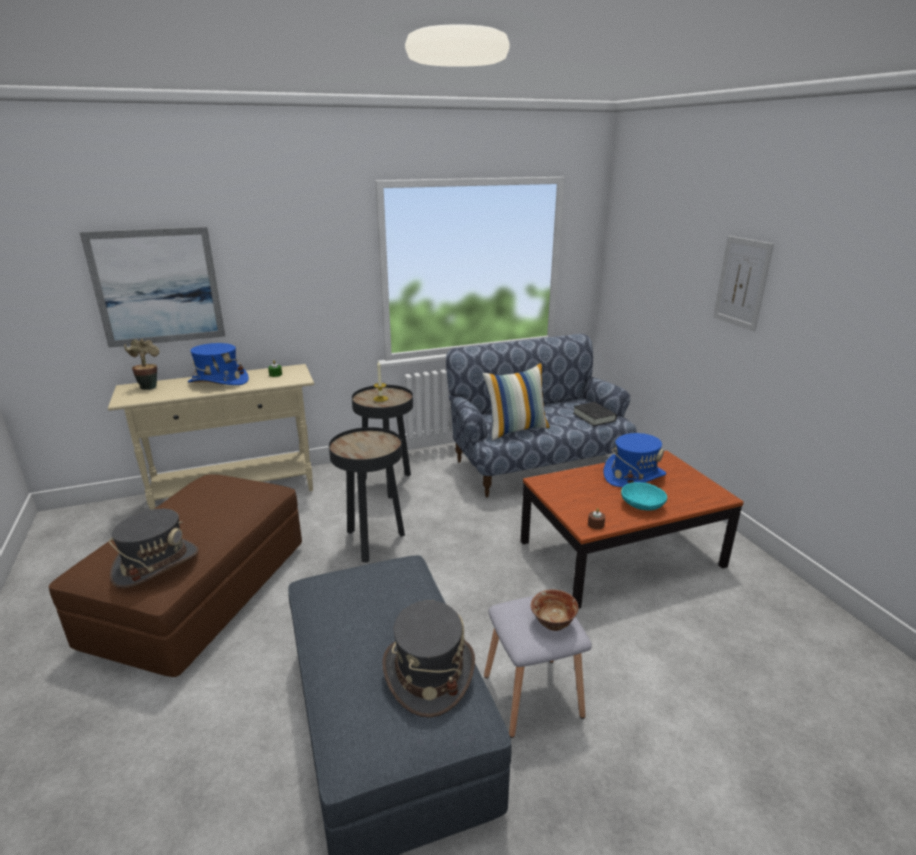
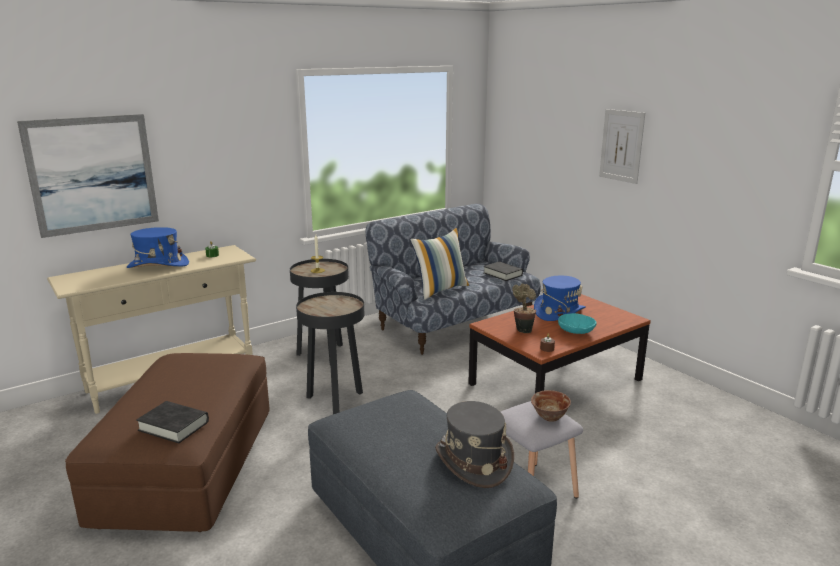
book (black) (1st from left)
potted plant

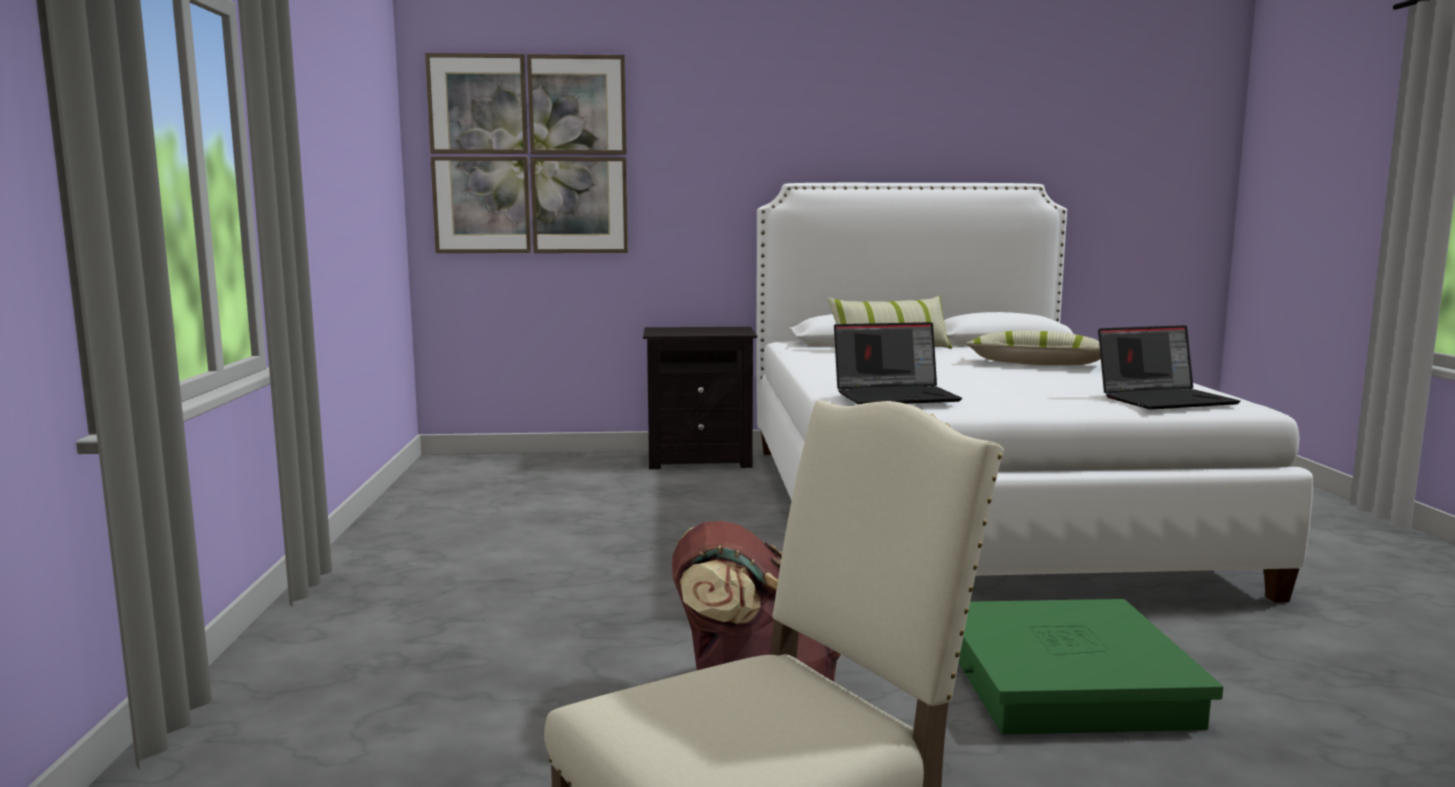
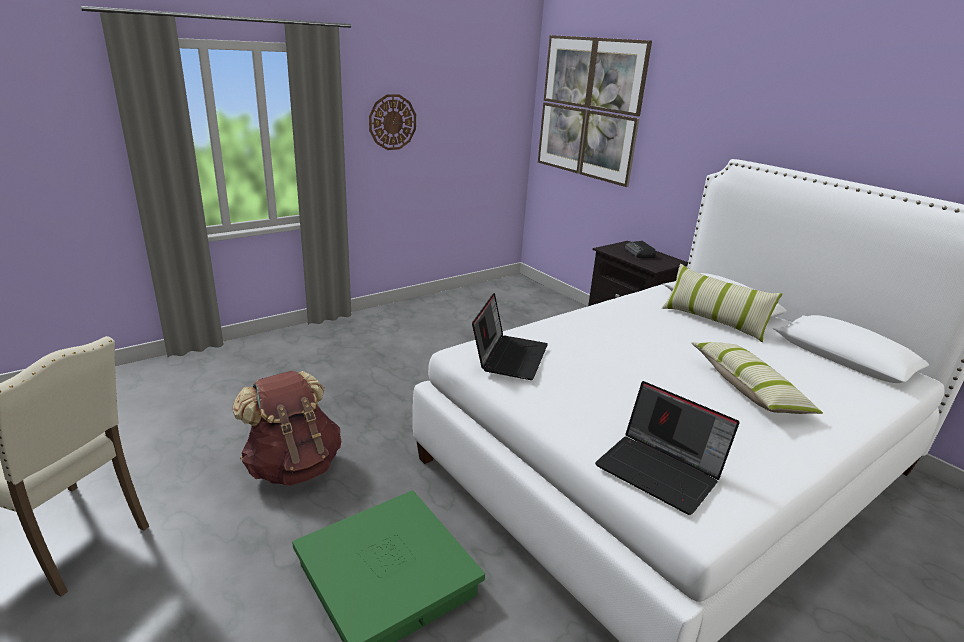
wall clock
laptop (1st from left)
radio

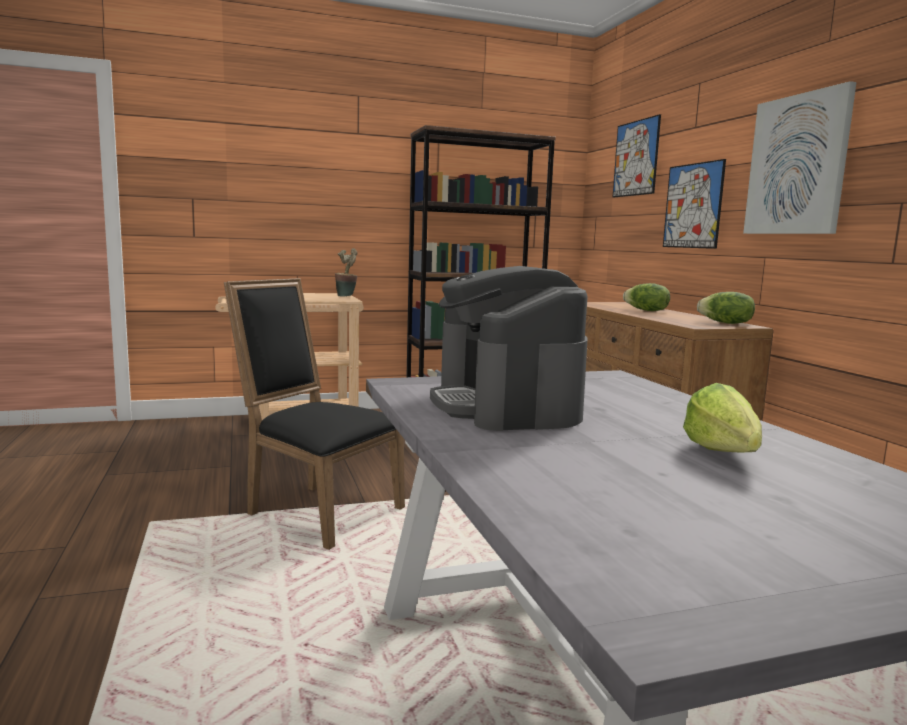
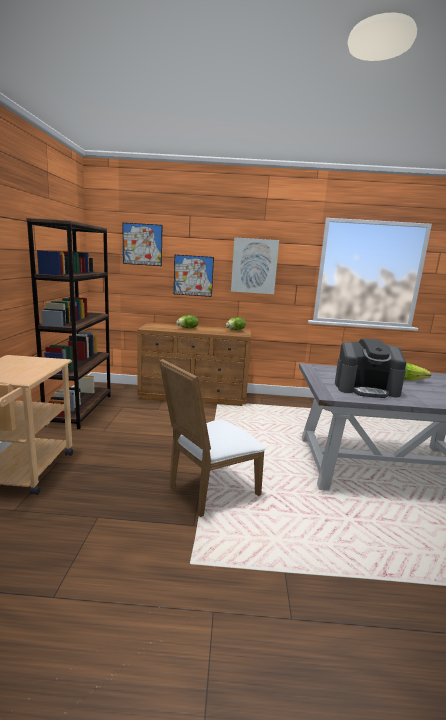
chair (white)
potted plant

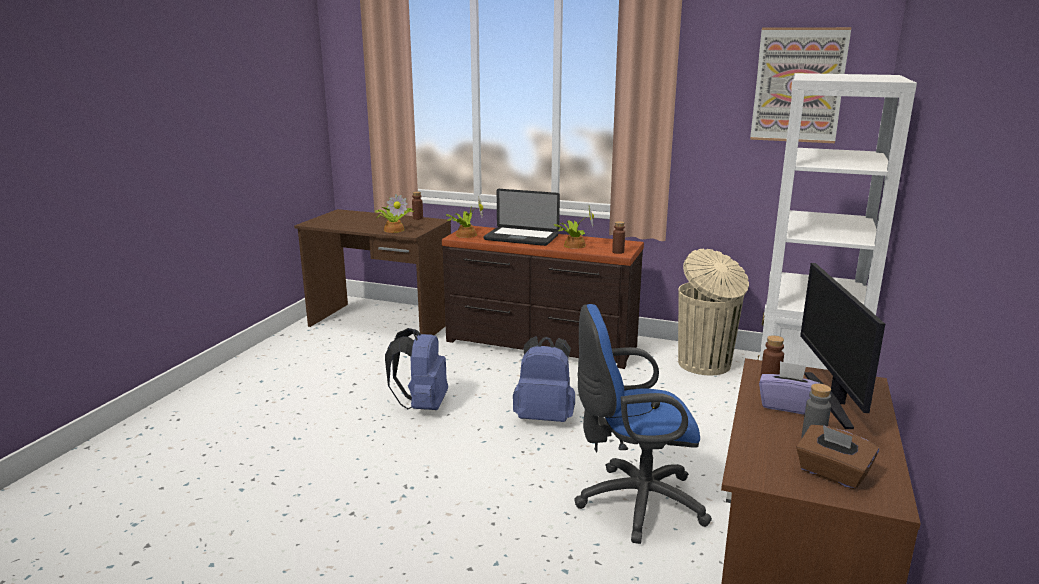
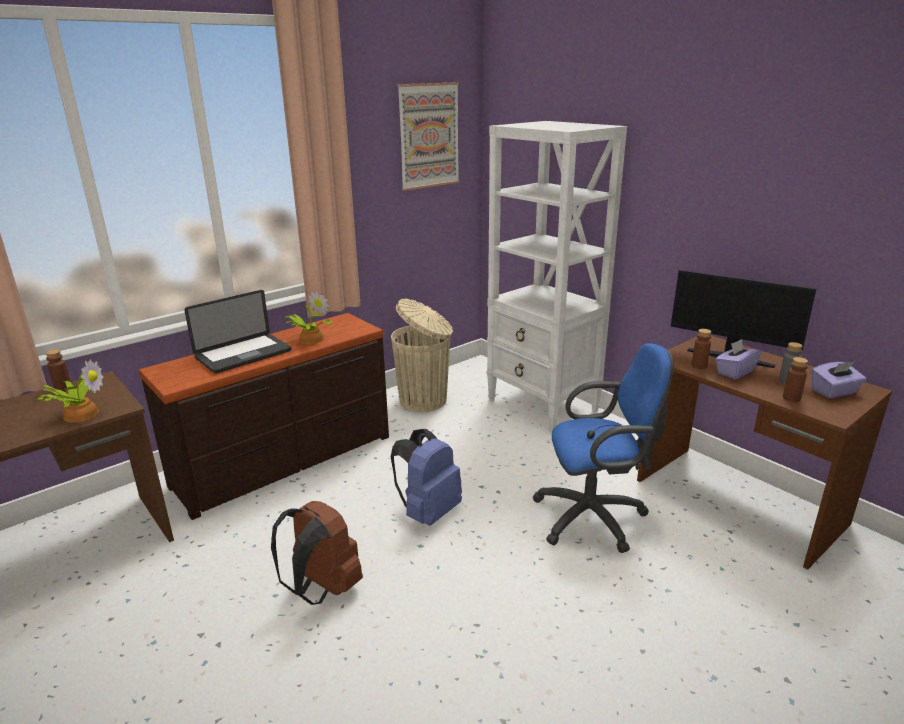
backpack (brown)
office chair (blue)
bottle (brown) (3rd from left)
tissue box (purple) (2nd from left)
potted plant (2nd from left in the first image)

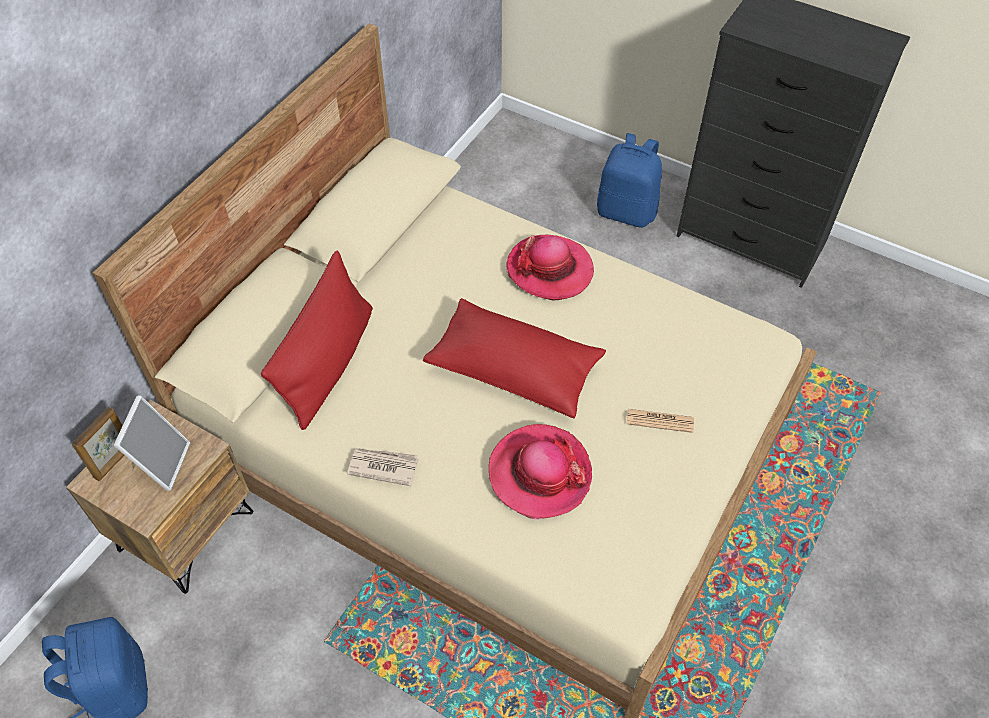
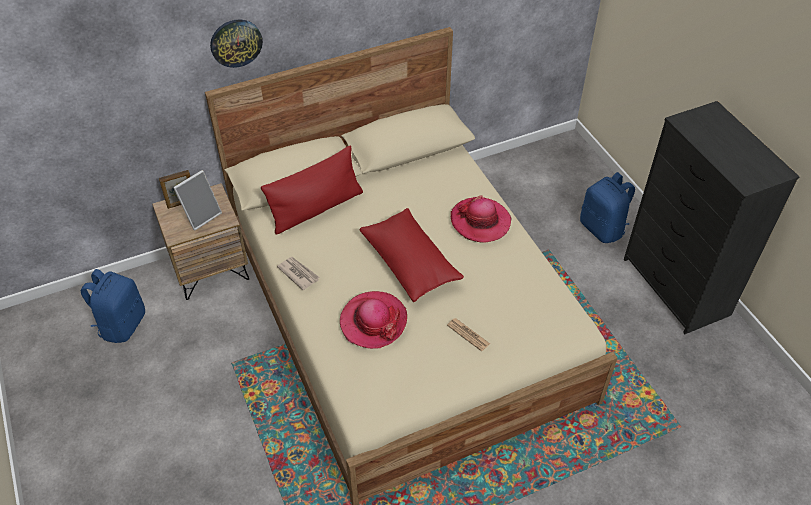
wall clock

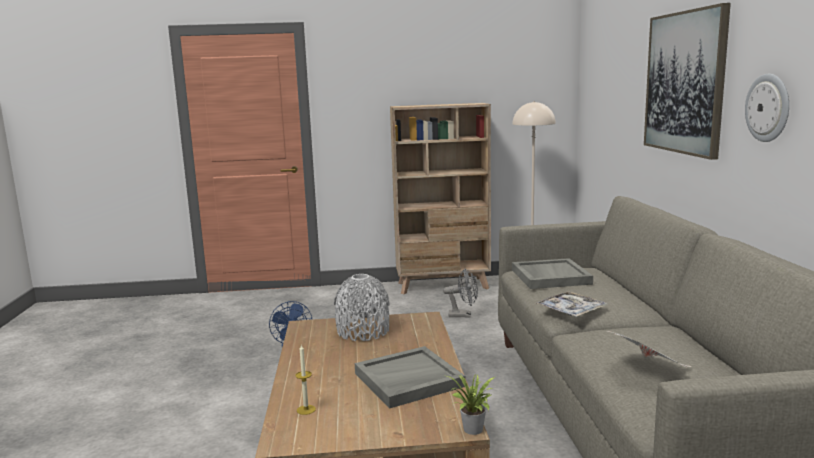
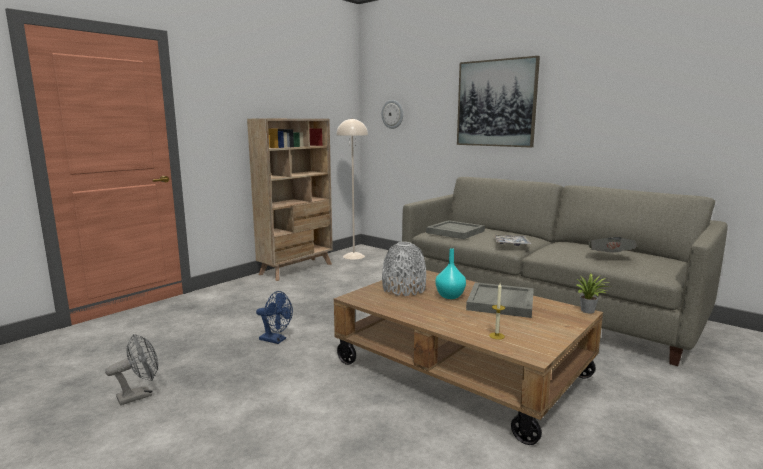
fan (grey)
wall clock
vase (turquoise)

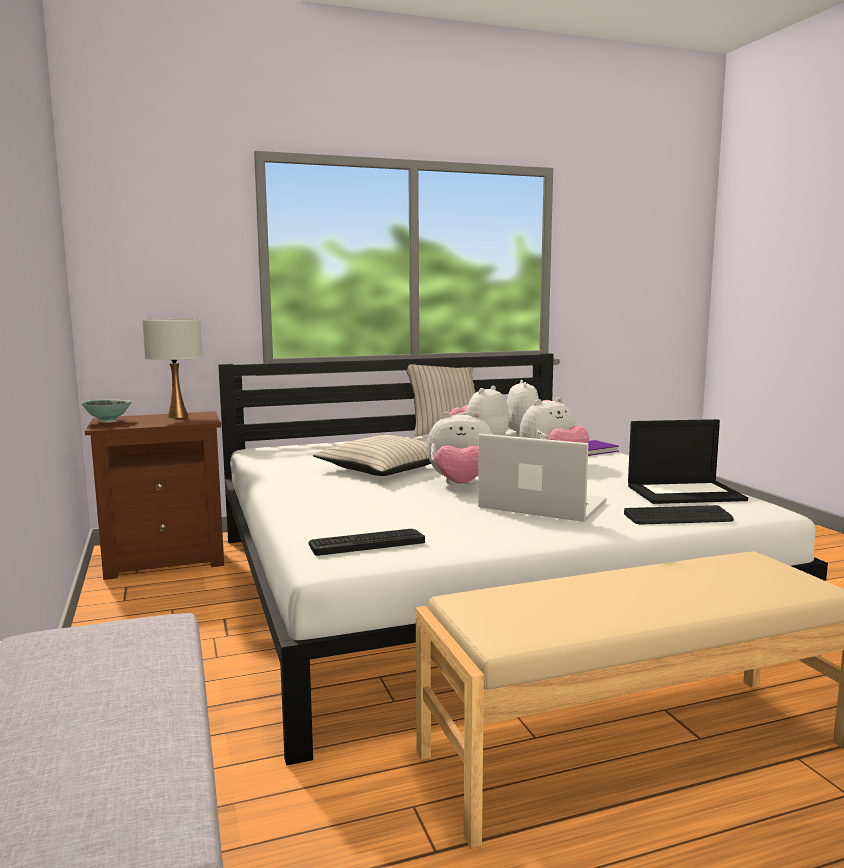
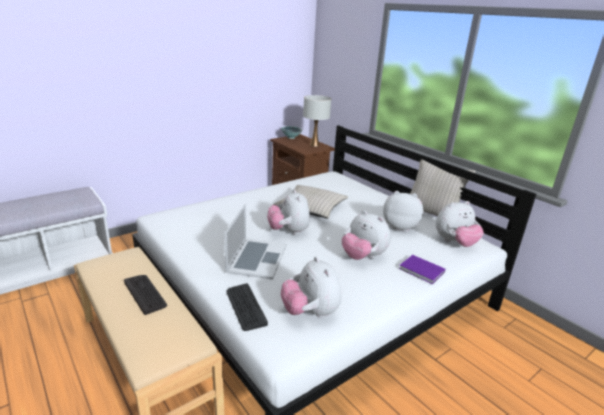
keyboard (1st from left)
plush toy (2nd from left)

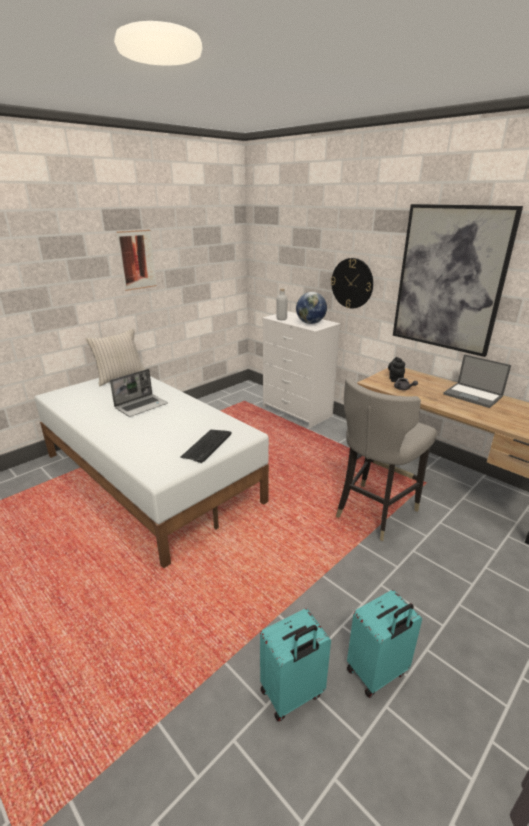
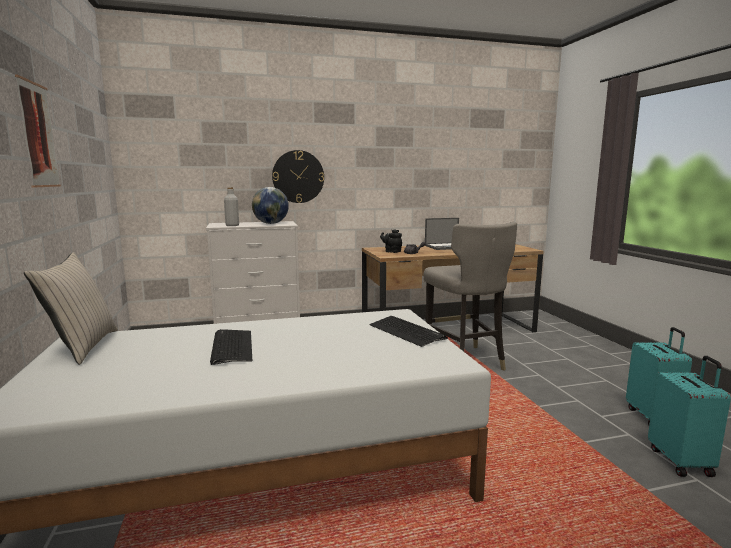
keyboard (1st from left)
picture (2nd from left in the first image)

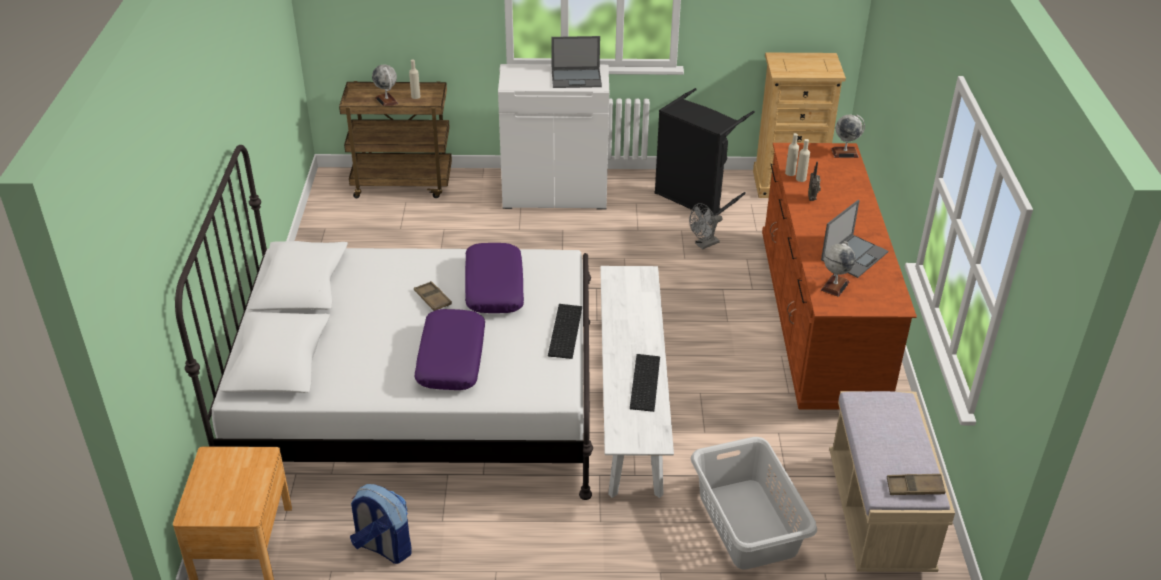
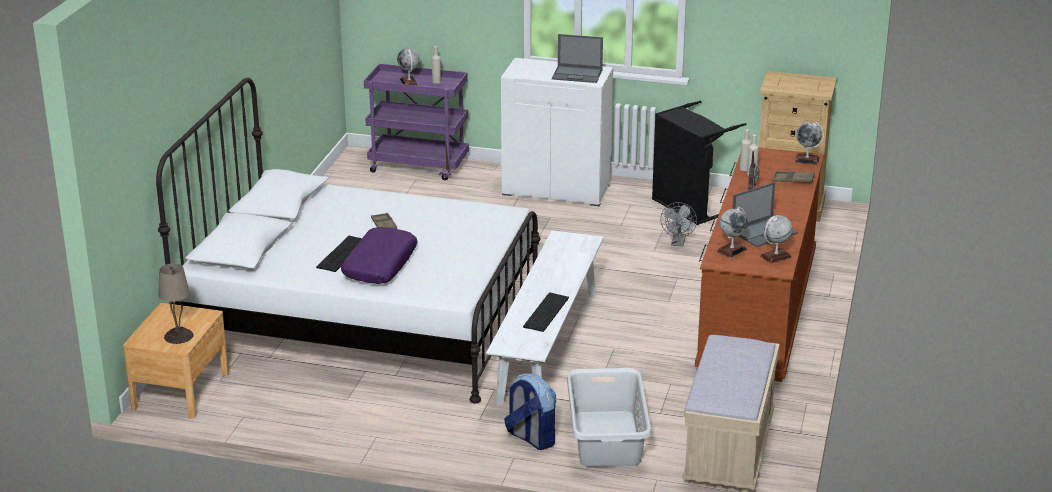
table lamp (beige)
keyboard (1st from left)
cart (purple)
backpack
fan (grey)
globe (3rd from left)
tray (brown) (2nd from left)
pillow (purple) (2nd from left in the first image)

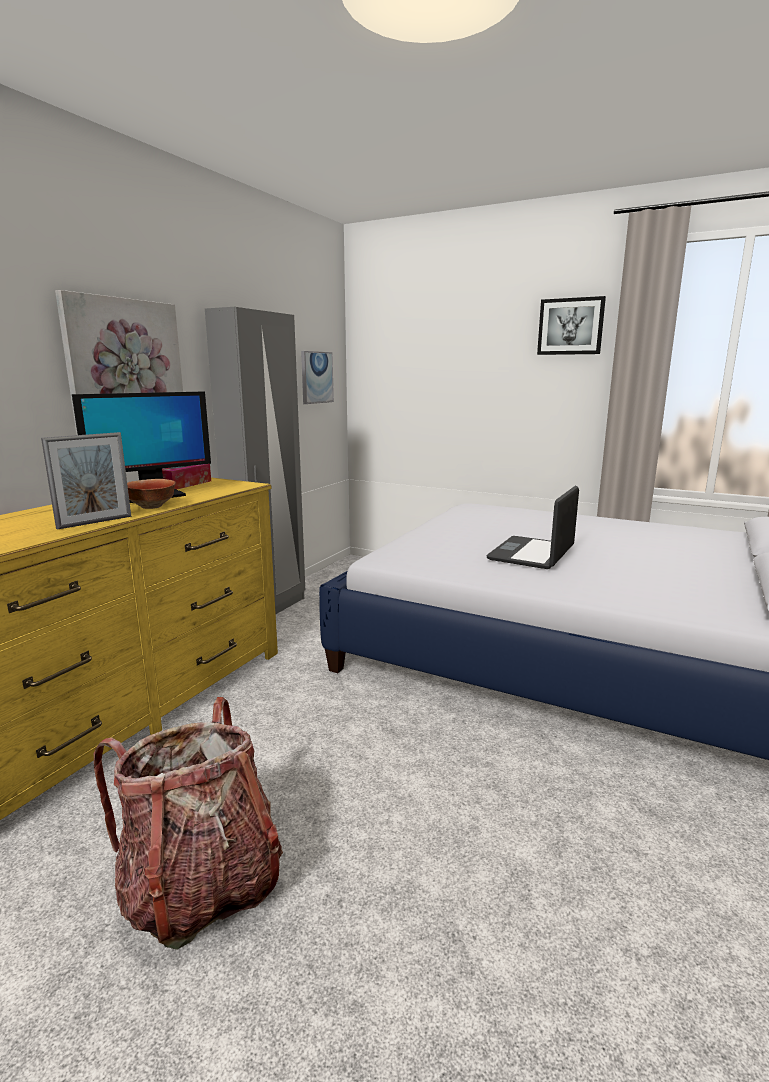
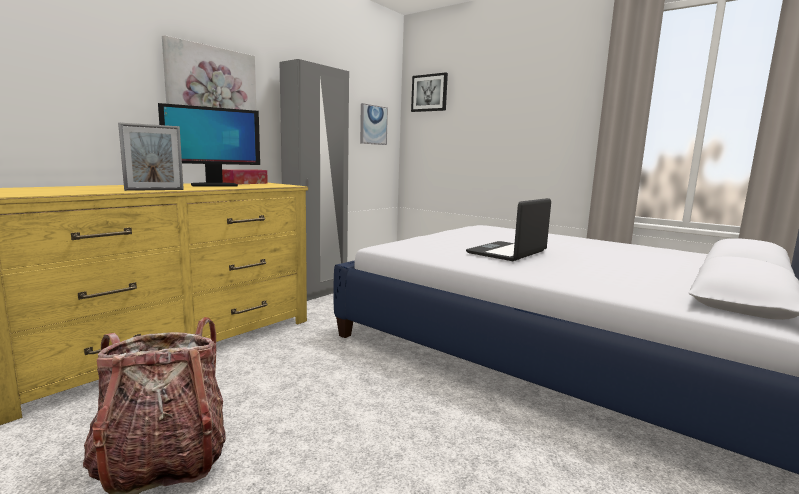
picture (3rd from left)
bowl

